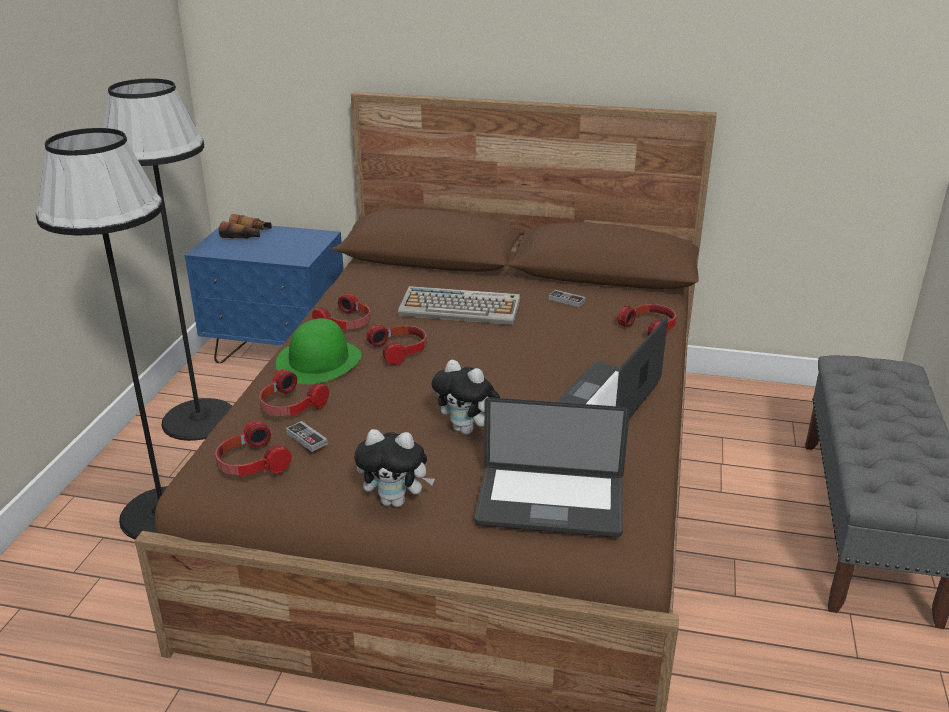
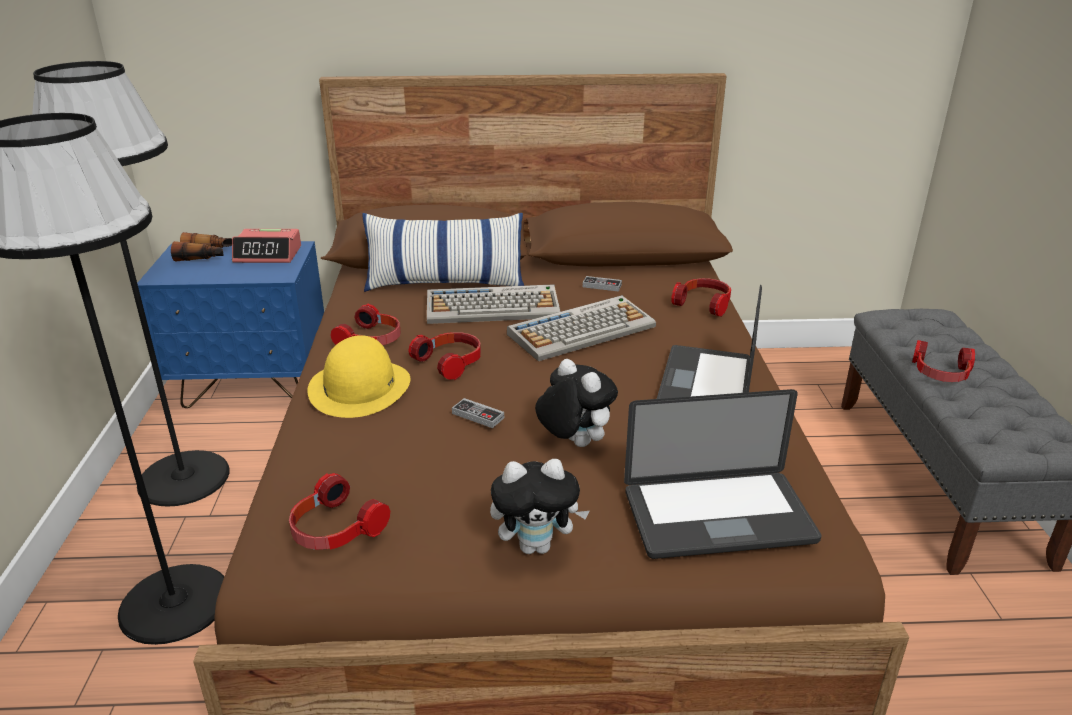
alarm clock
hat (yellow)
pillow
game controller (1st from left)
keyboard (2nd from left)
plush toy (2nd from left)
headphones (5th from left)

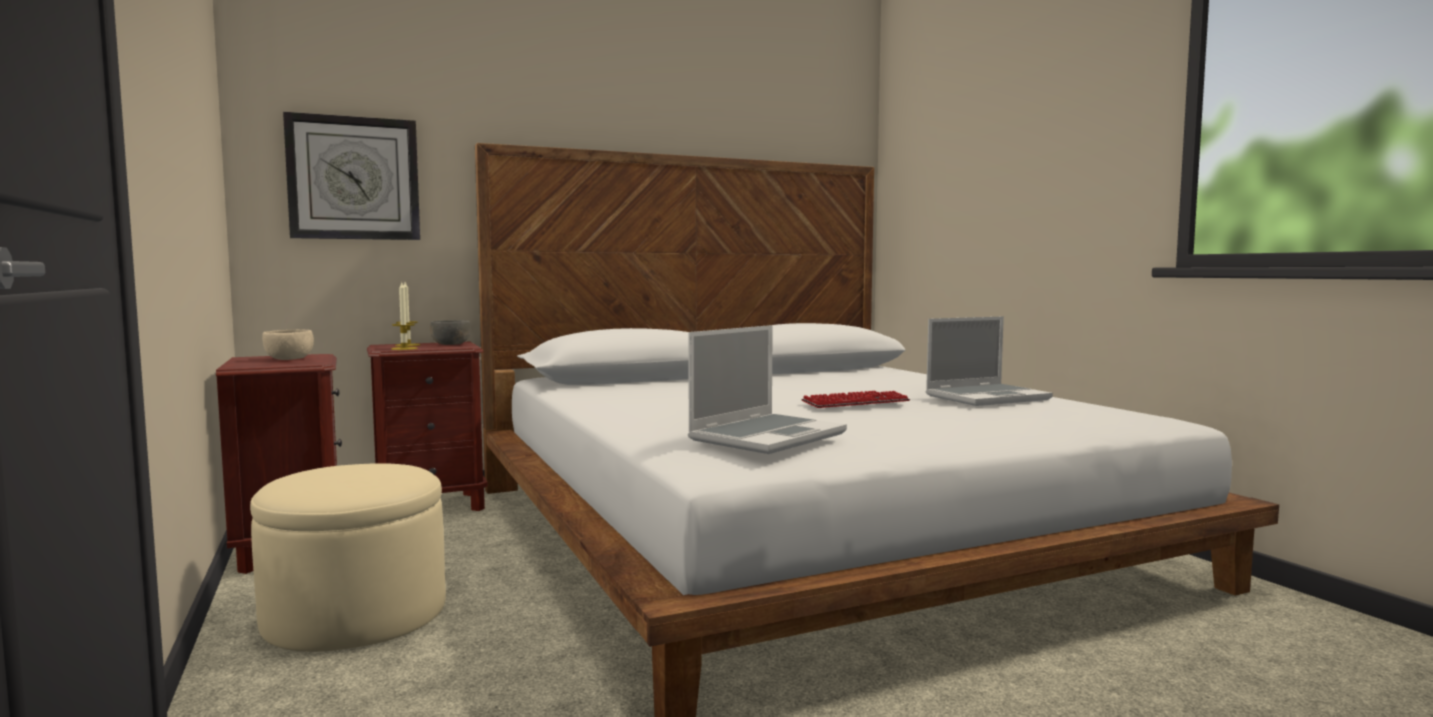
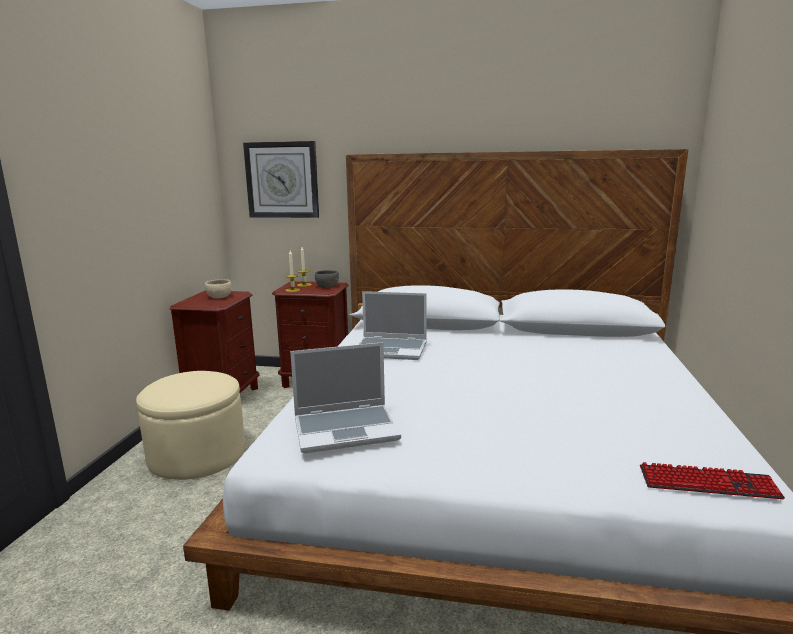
laptop (2nd from left)
keyboard

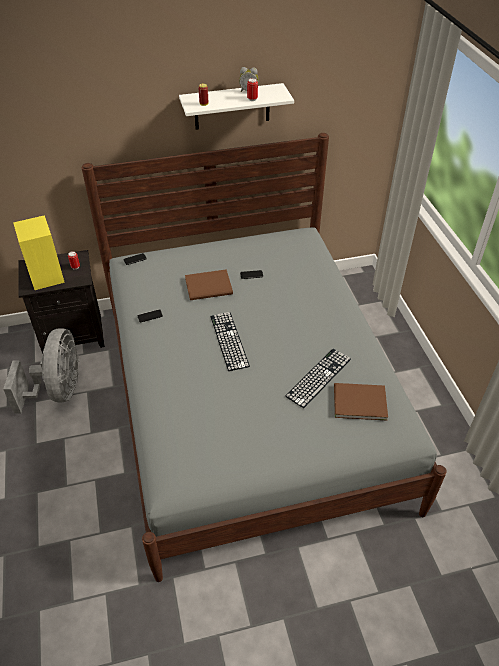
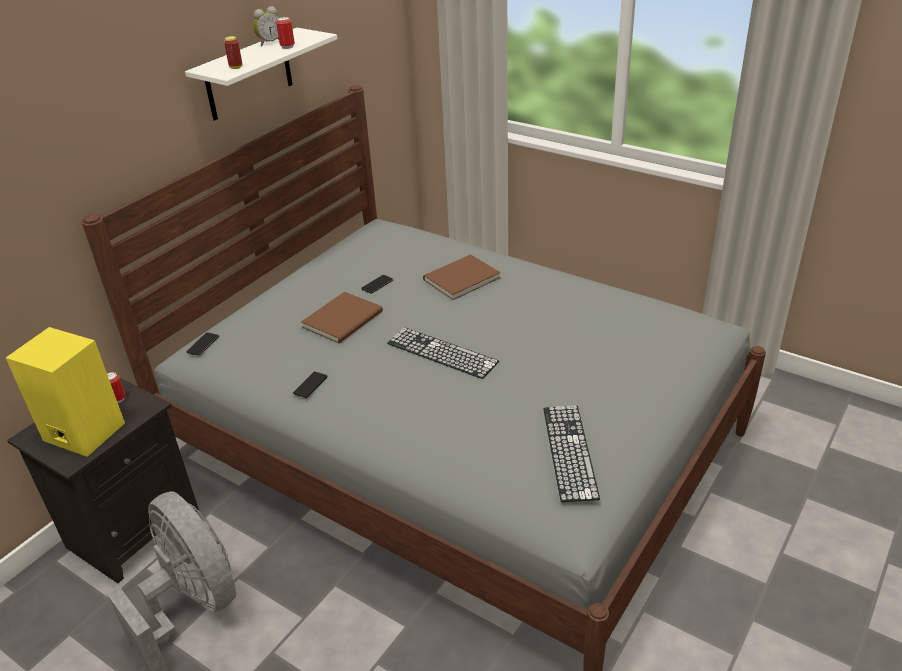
book (brown) (2nd from left)
keyboard (2nd from left)

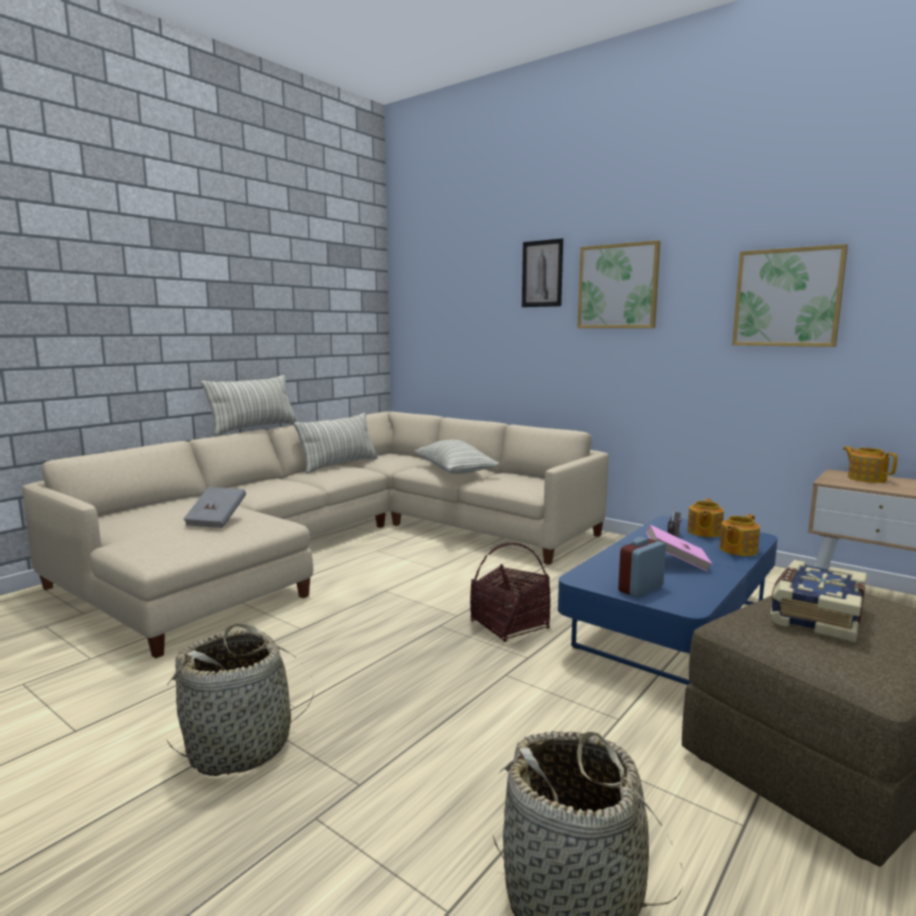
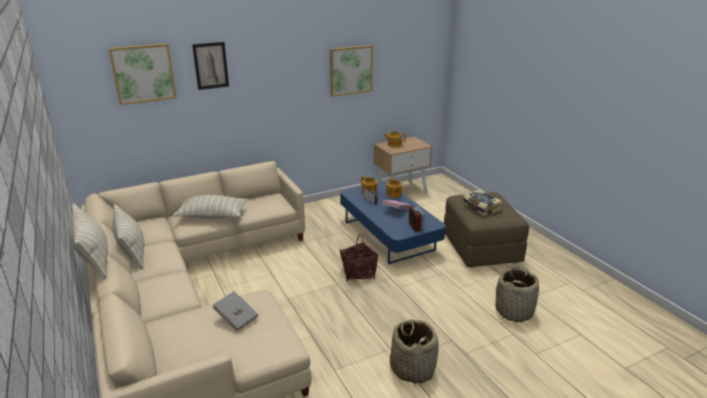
picture (1st from left)

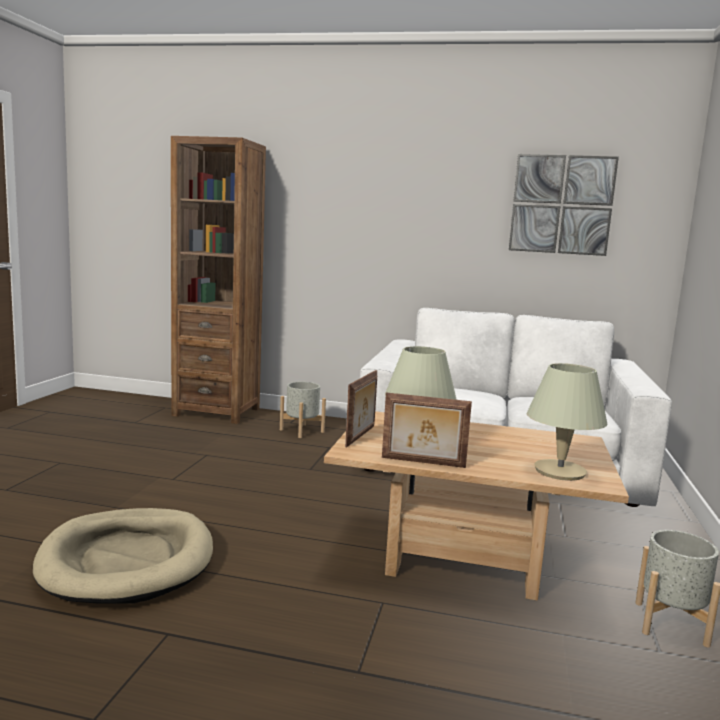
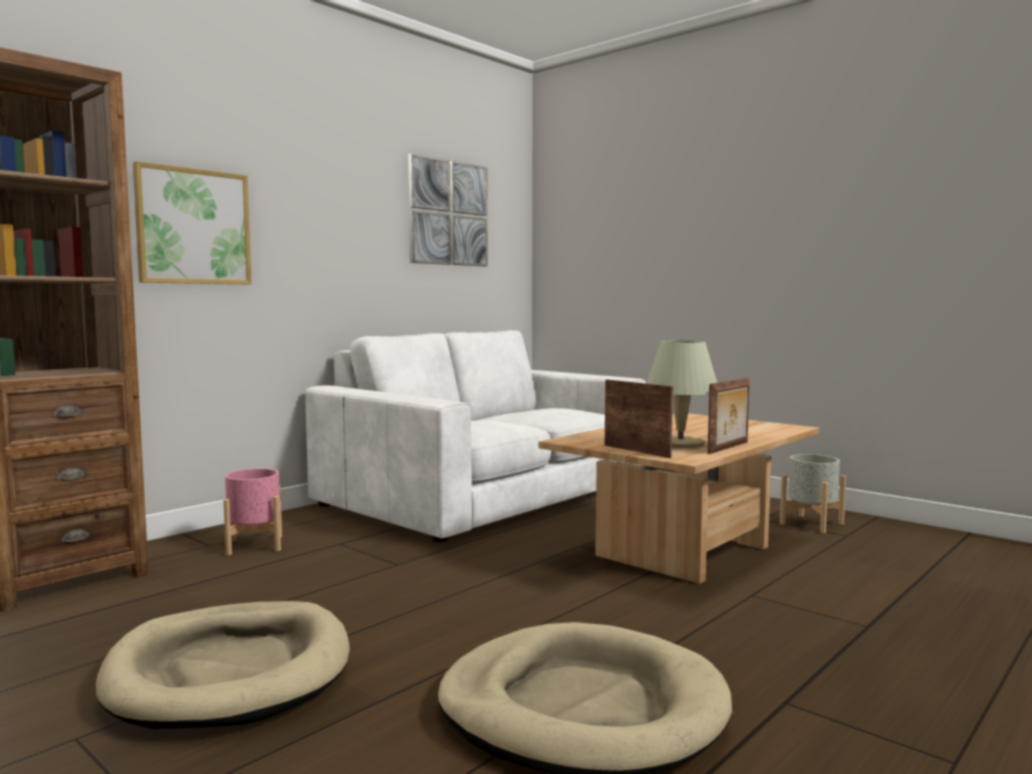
dog bed (beige) (1st from left)
picture (1st from left)
planter (pink)
table lamp (beige) (2nd from left in the first image)

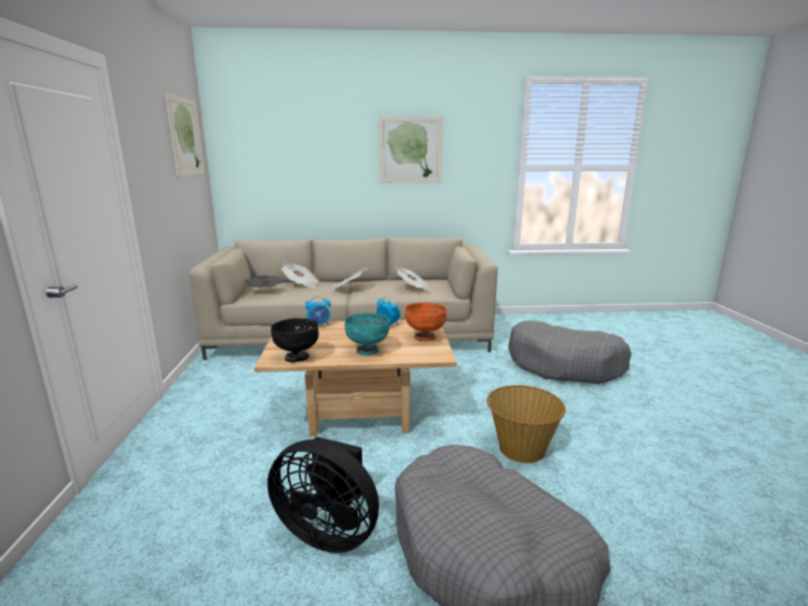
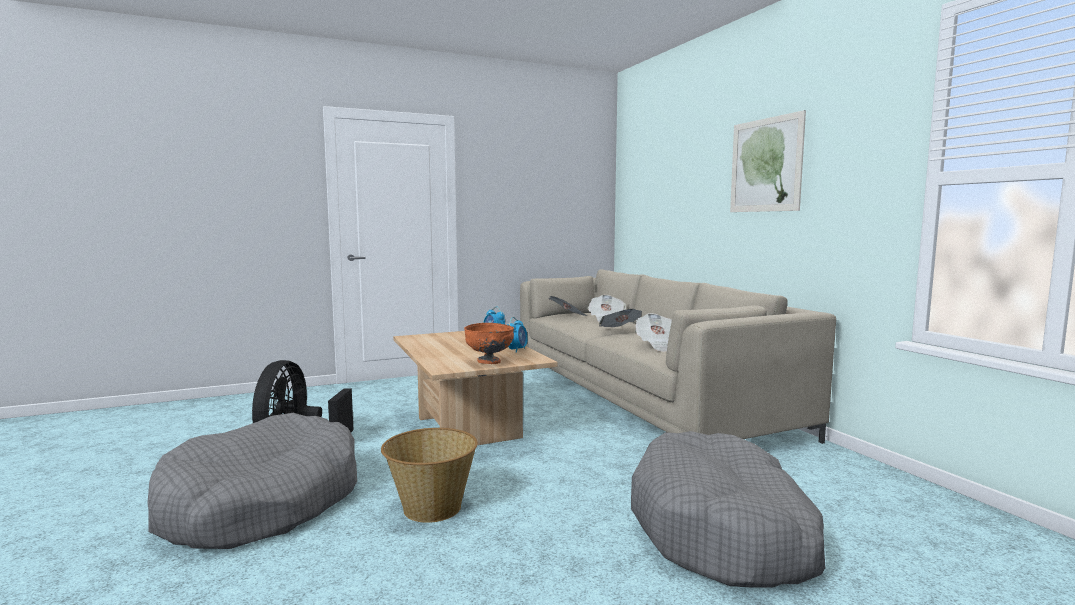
picture (1st from left in the first image)
bowl (black)
bowl (turquoise)

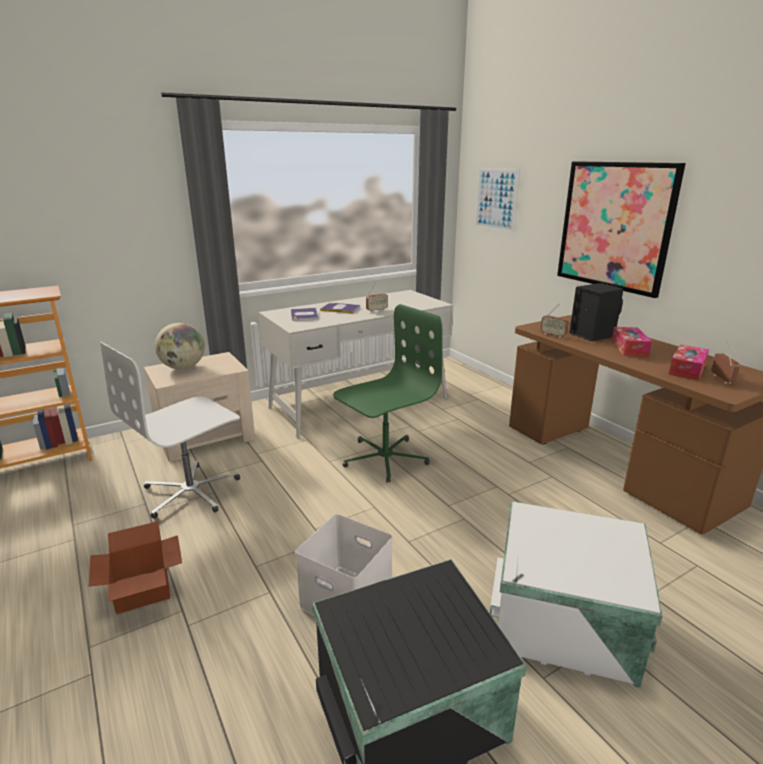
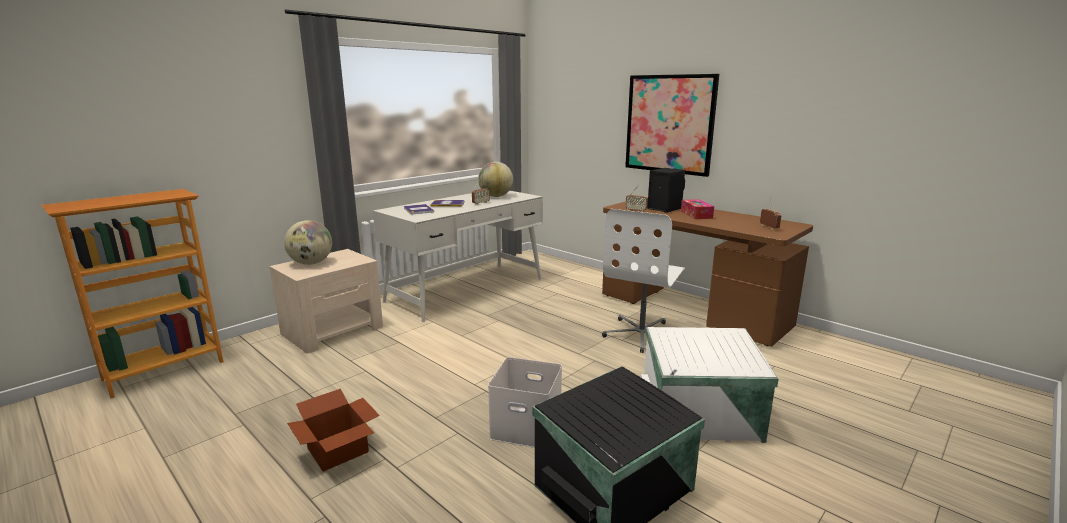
globe (2nd from left)
office chair (white)
office chair (green)
picture (1st from left in the first image)
tissue box (2nd from left in the first image)

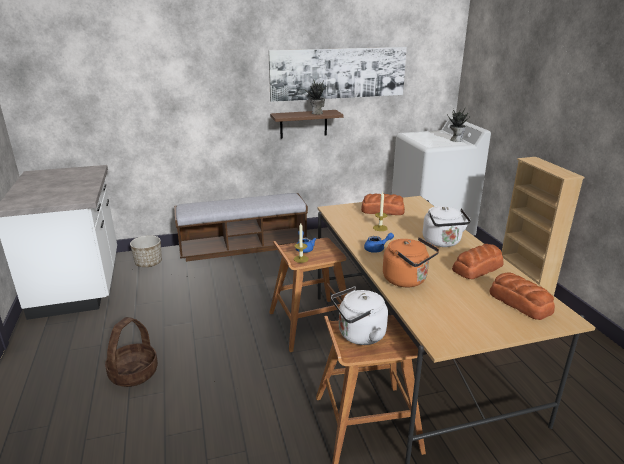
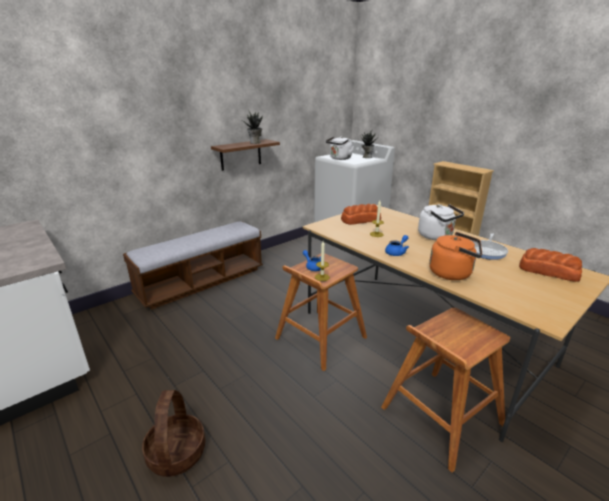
kettle (white) (1st from left)
frying pan
planter
picture

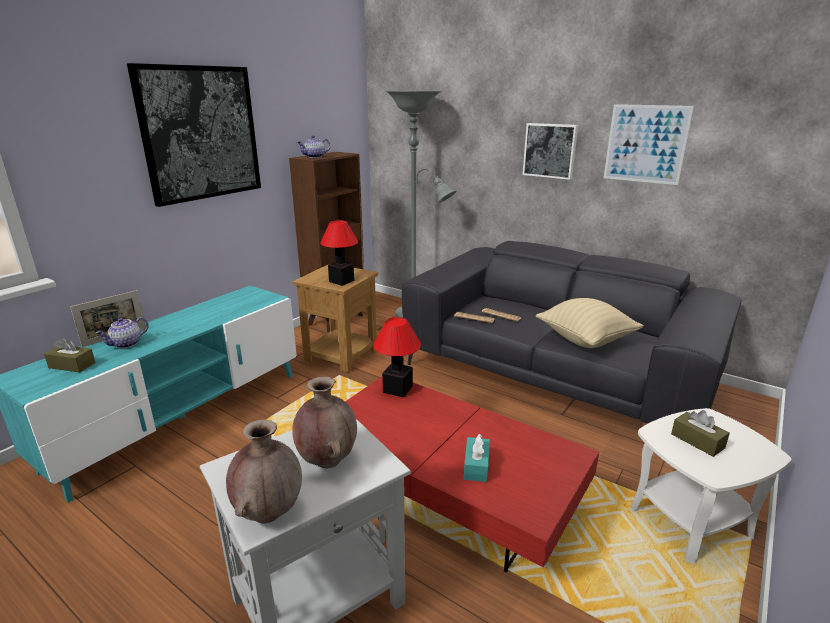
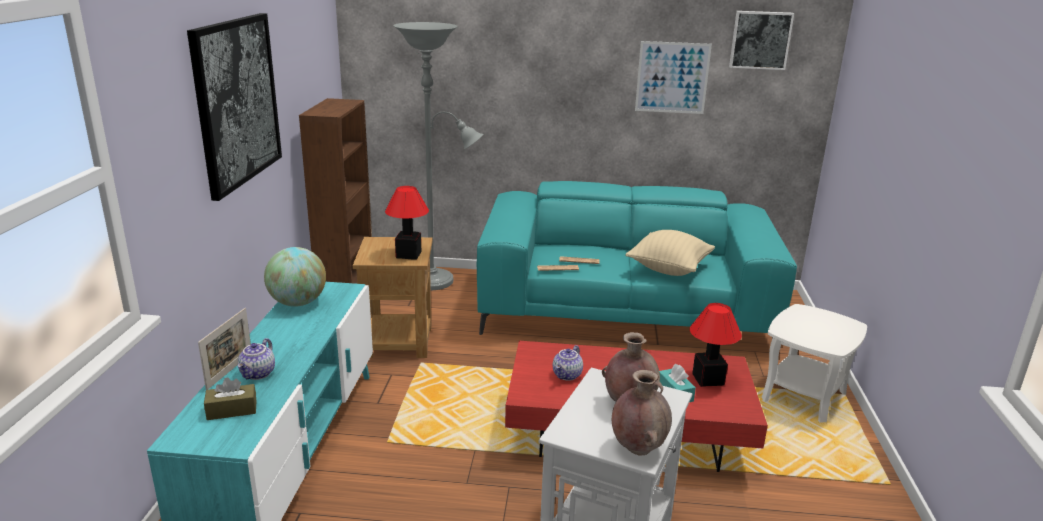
globe
sofa (turquoise)
teapot (2nd from left)
table lamp (2nd from left)
picture (3rd from left)
tissue box (brown) (2nd from left in the first image)

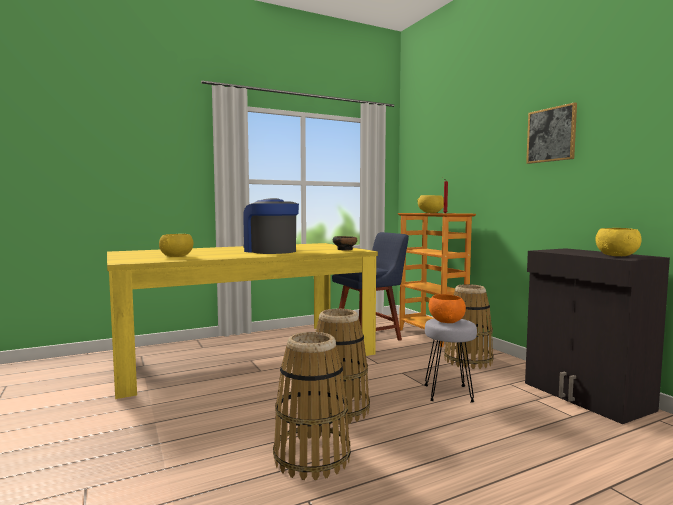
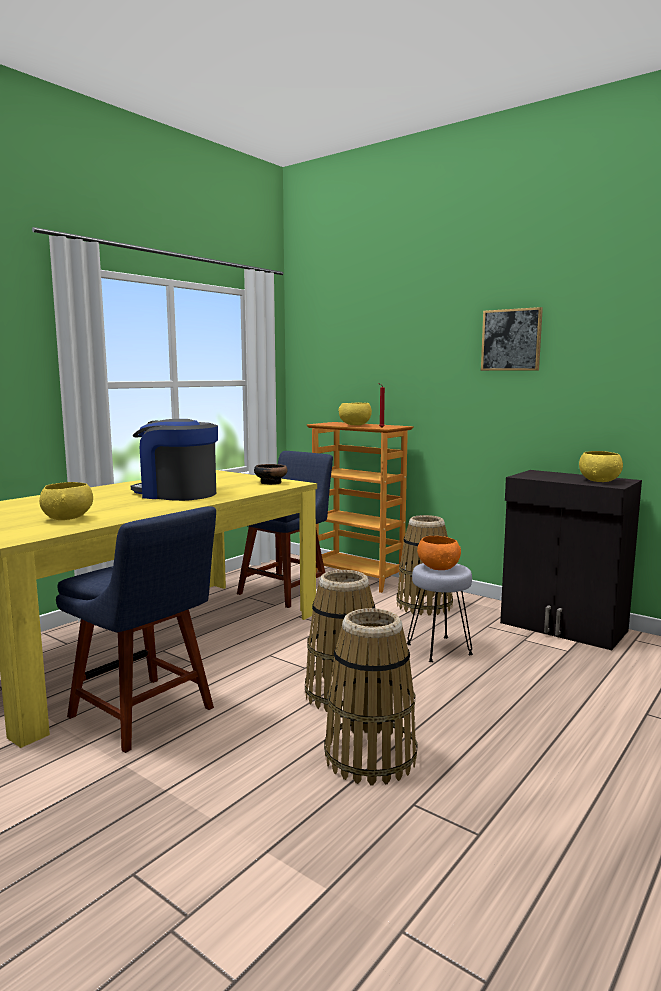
chair (blue) (1st from left)

